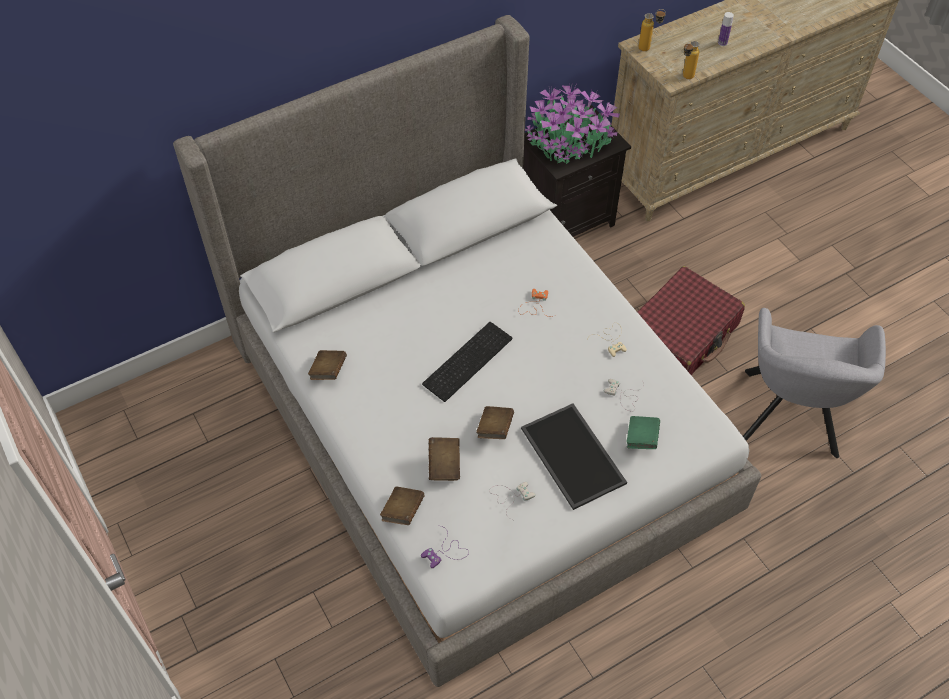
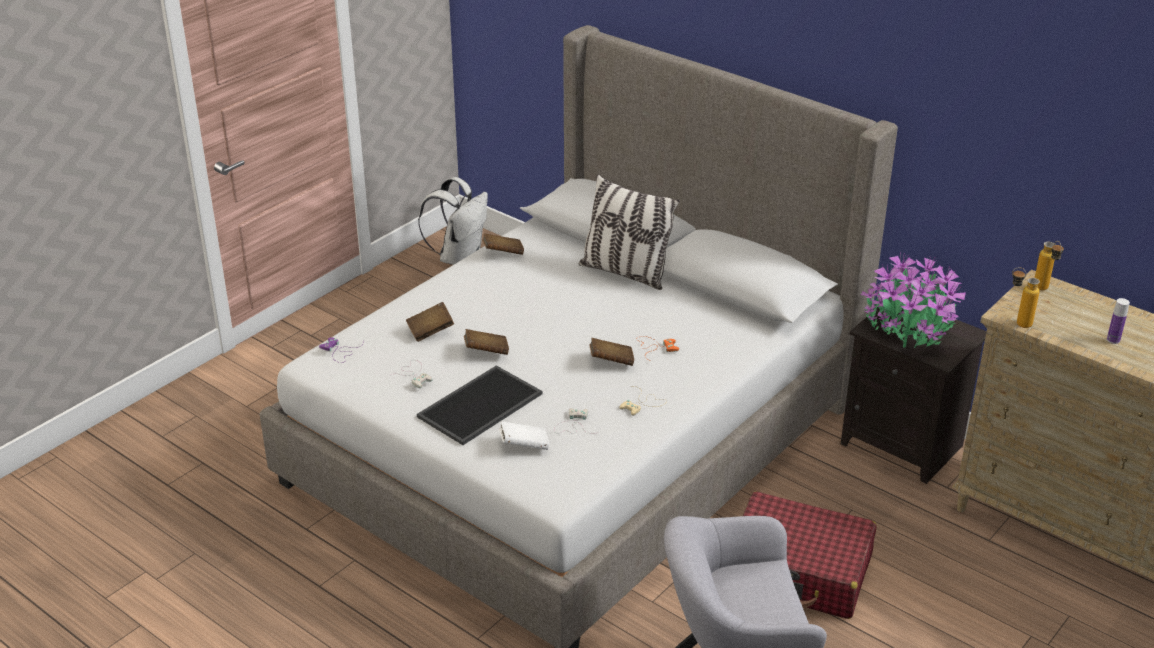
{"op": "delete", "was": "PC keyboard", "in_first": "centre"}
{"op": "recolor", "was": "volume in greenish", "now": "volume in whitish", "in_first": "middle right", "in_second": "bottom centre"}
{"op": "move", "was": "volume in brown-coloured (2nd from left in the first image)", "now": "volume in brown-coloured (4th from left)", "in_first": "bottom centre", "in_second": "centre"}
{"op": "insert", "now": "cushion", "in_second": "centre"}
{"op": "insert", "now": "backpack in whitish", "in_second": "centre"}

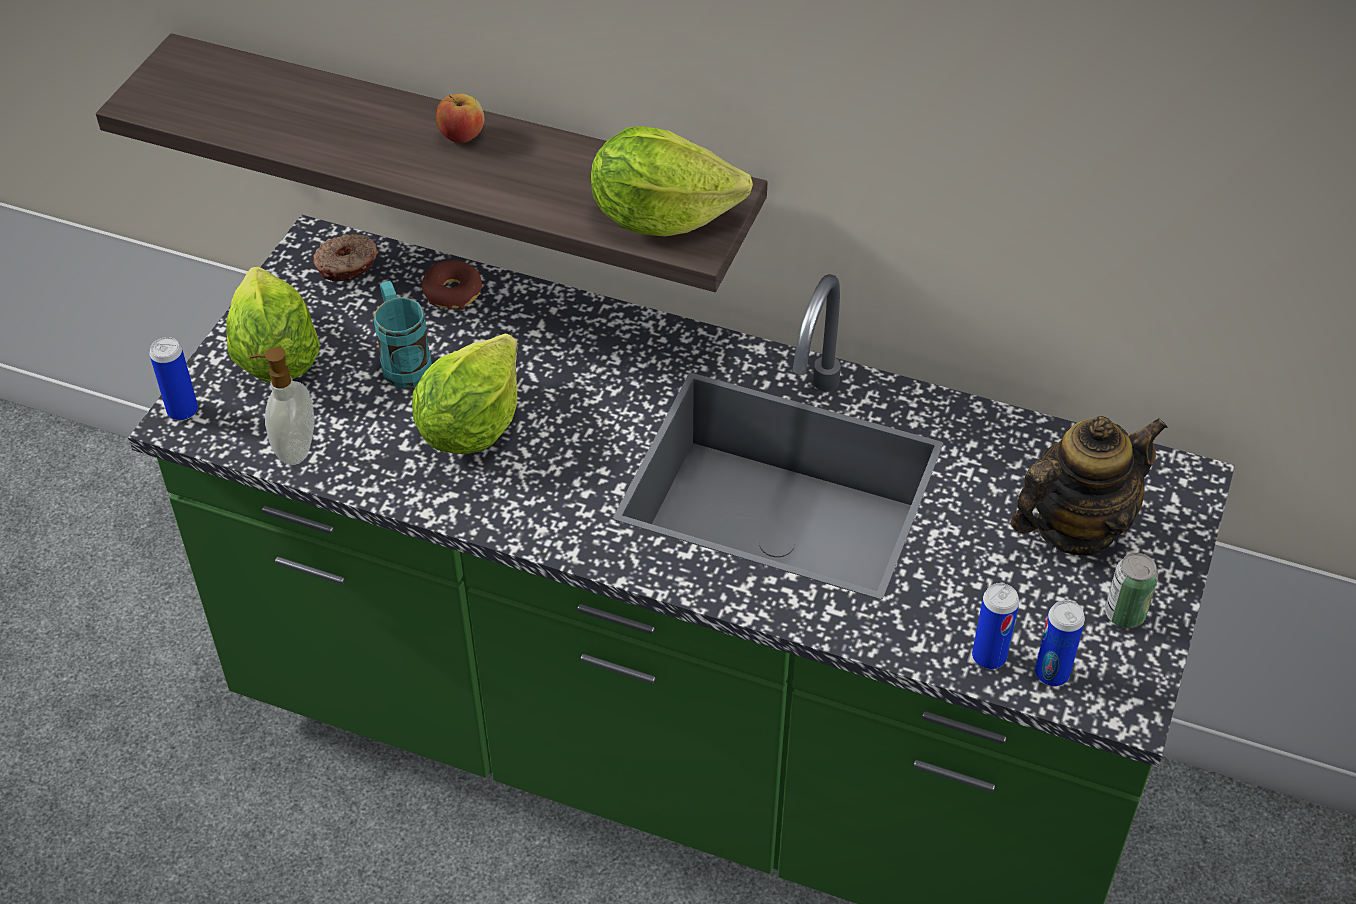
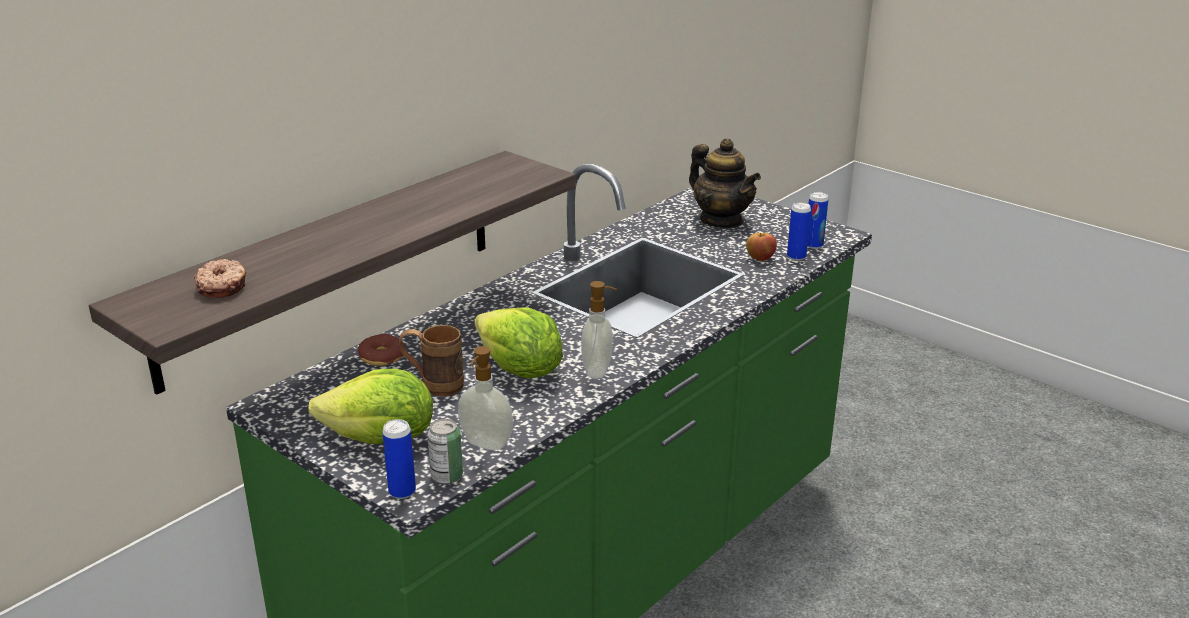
{"op": "move", "was": "apple fruit", "in_first": "top centre", "in_second": "centre"}
{"op": "delete", "was": "lettuce head (3rd from left)", "in_first": "top centre"}
{"op": "move", "was": "donut (1st from left)", "in_first": "top left", "in_second": "middle left"}
{"op": "recolor", "was": "tea mug in turquoise", "now": "tea mug in brown-coloured", "in_first": "middle left", "in_second": "centre"}
{"op": "rotate", "was": "pot for tea", "in_first": "middle right", "in_second": "top centre", "clockwise": 150}
{"op": "move", "was": "can (4th from left in the first image)", "now": "can (2nd from left)", "in_first": "middle right", "in_second": "bottom centre"}
{"op": "insert", "now": "liquid soap bottle (2nd from left)", "in_second": "centre"}

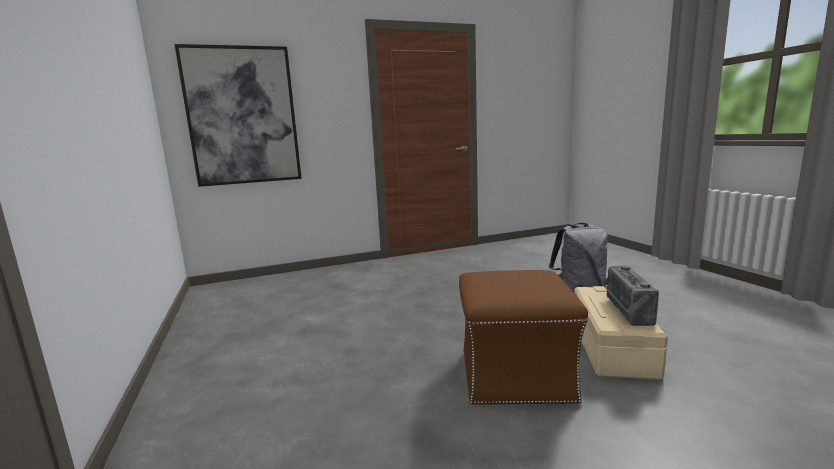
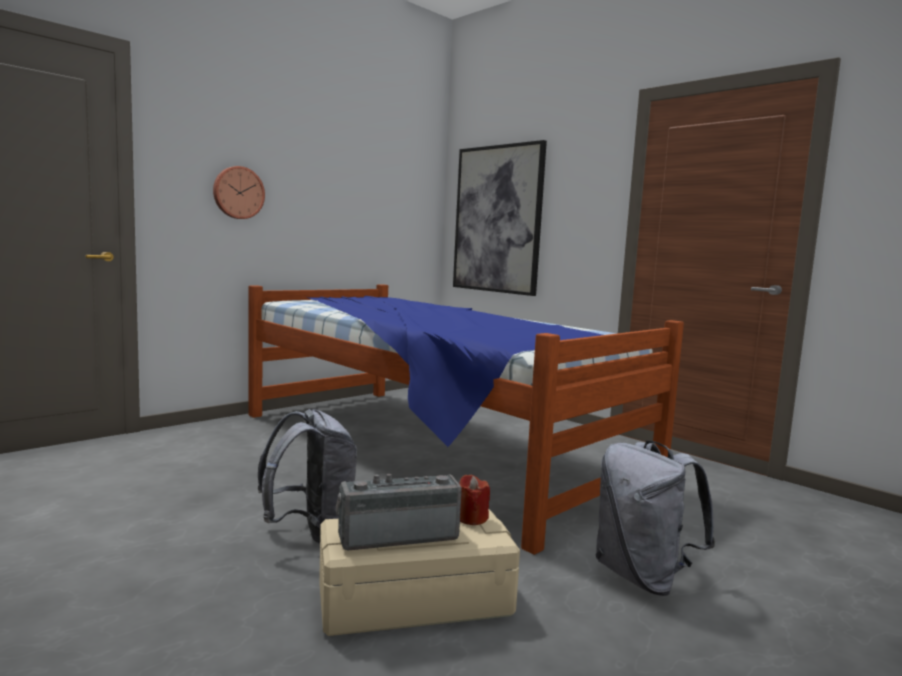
{"op": "replace", "was": "ottoman in brown-coloured", "now": "backpack in greyish (1st from left)", "in_first": "bottom centre", "in_second": "bottom centre"}
{"op": "insert", "now": "wall clock", "in_second": "top left"}
{"op": "insert", "now": "sleeping bed", "in_second": "centre"}
{"op": "insert", "now": "wax candle in reddish", "in_second": "bottom centre"}

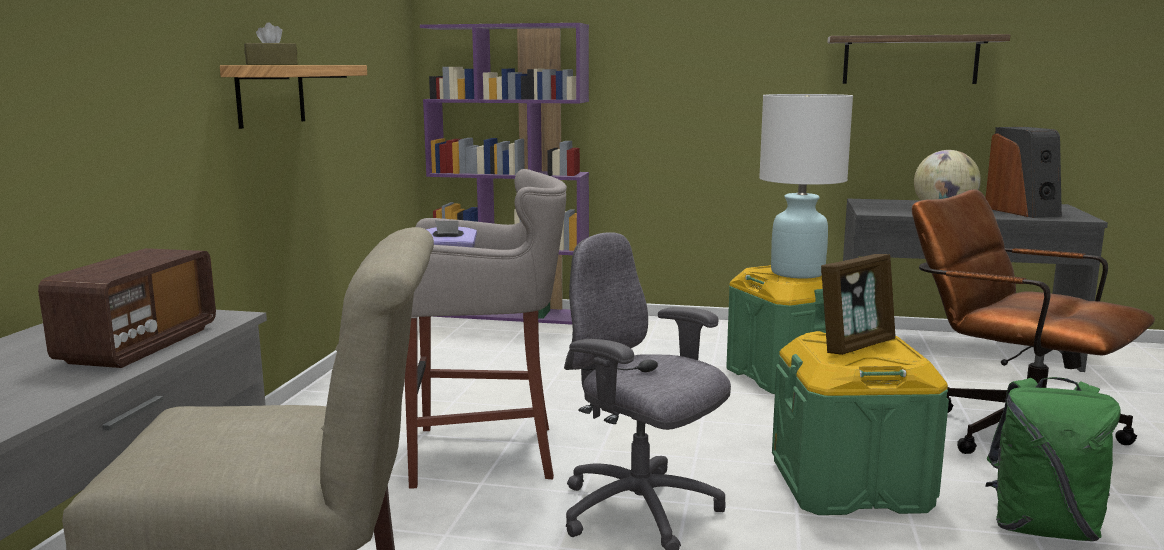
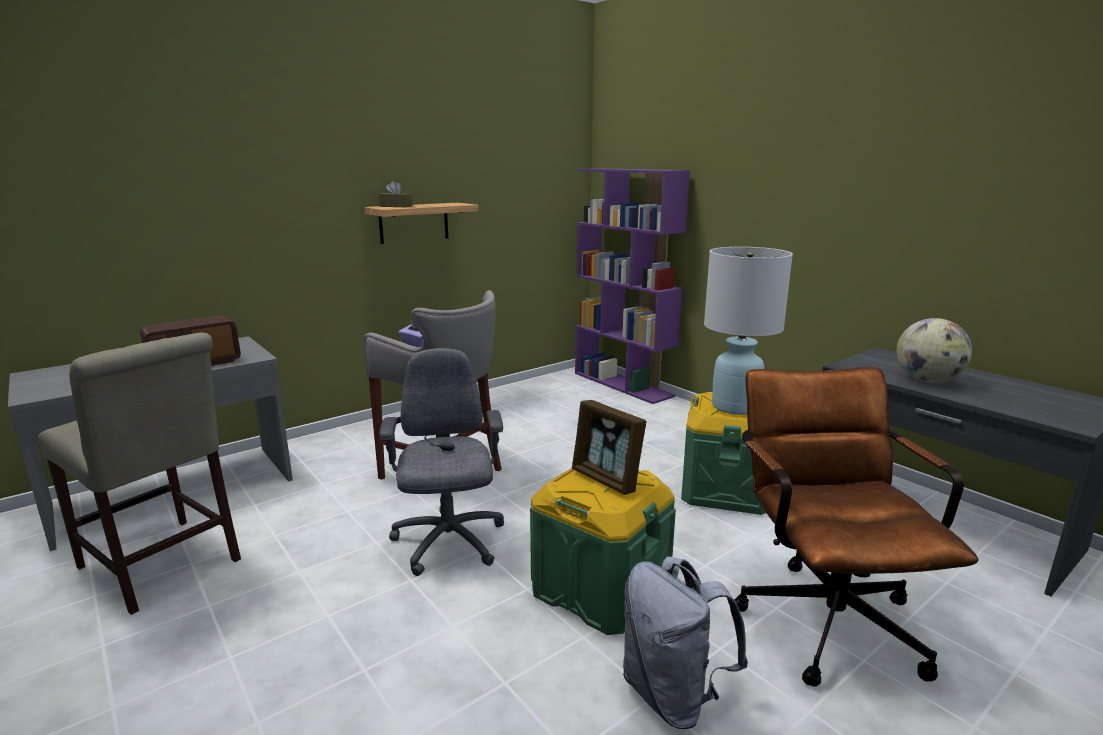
{"op": "delete", "was": "bracket shelf (2nd from left)", "in_first": "top right"}
{"op": "delete", "was": "audio speaker", "in_first": "top right"}
{"op": "rotate", "was": "photo frame", "in_first": "middle right", "in_second": "centre", "clockwise": 45}
{"op": "recolor", "was": "backpack in greenish", "now": "backpack in greyish", "in_first": "bottom right", "in_second": "bottom centre"}

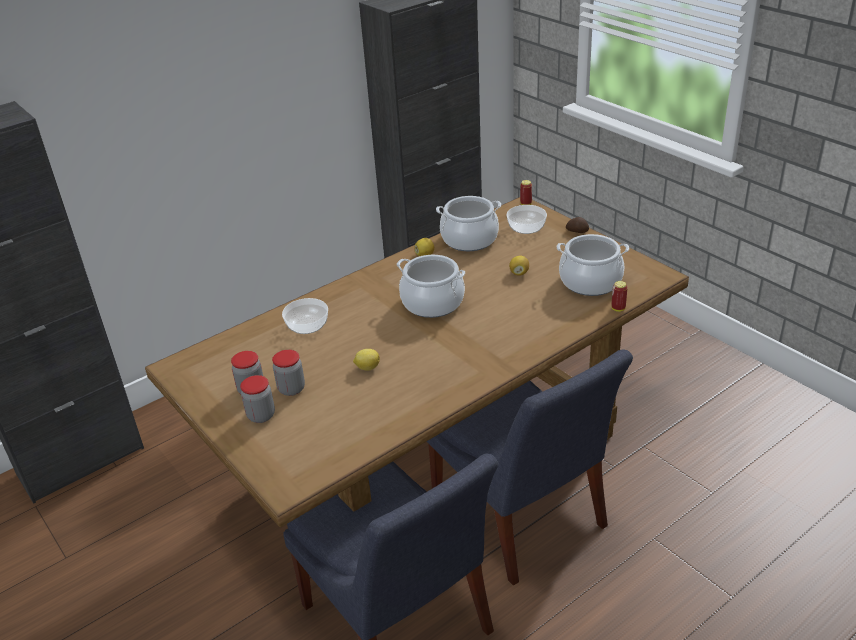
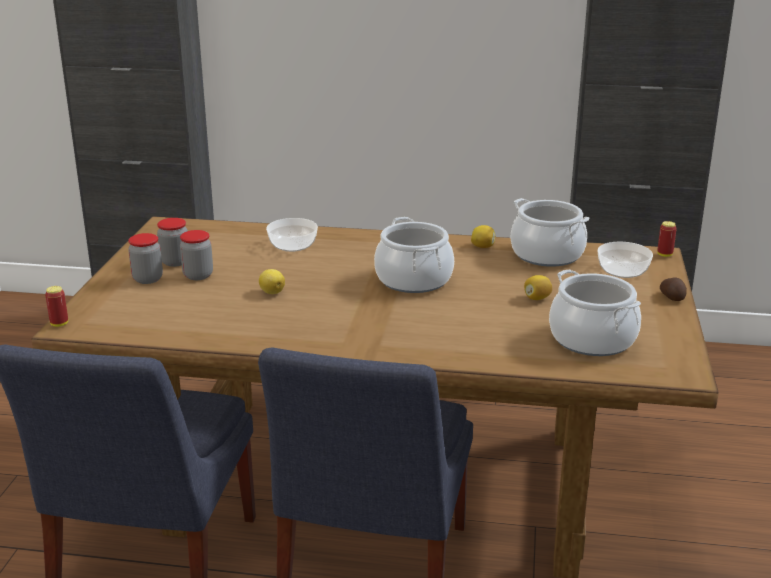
{"op": "move", "was": "can (2nd from left in the first image)", "now": "can (1st from left)", "in_first": "middle right", "in_second": "middle left"}

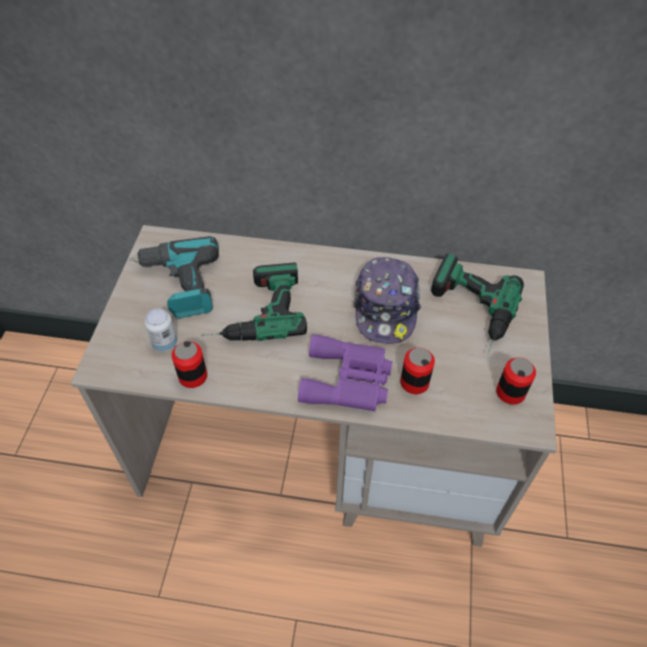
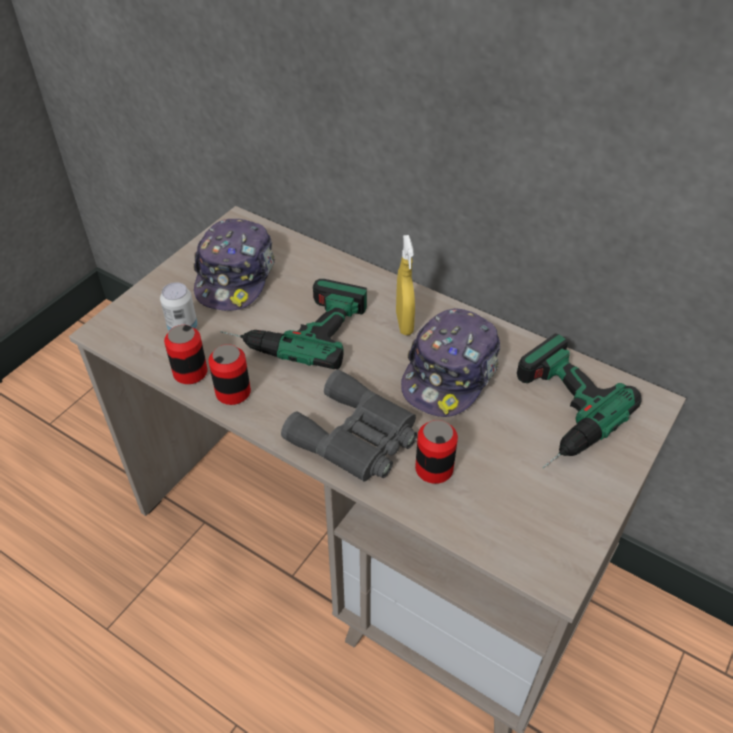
{"op": "replace", "was": "electric drill (1st from left)", "now": "peaked cap (1st from left)", "in_first": "middle left", "in_second": "middle left"}
{"op": "recolor", "was": "binoculars in purple", "now": "binoculars in greyish", "in_first": "centre", "in_second": "centre"}
{"op": "move", "was": "can (4th from left in the first image)", "now": "can (3rd from left)", "in_first": "middle right", "in_second": "middle left"}
{"op": "insert", "now": "spray bottle in yellow", "in_second": "centre"}

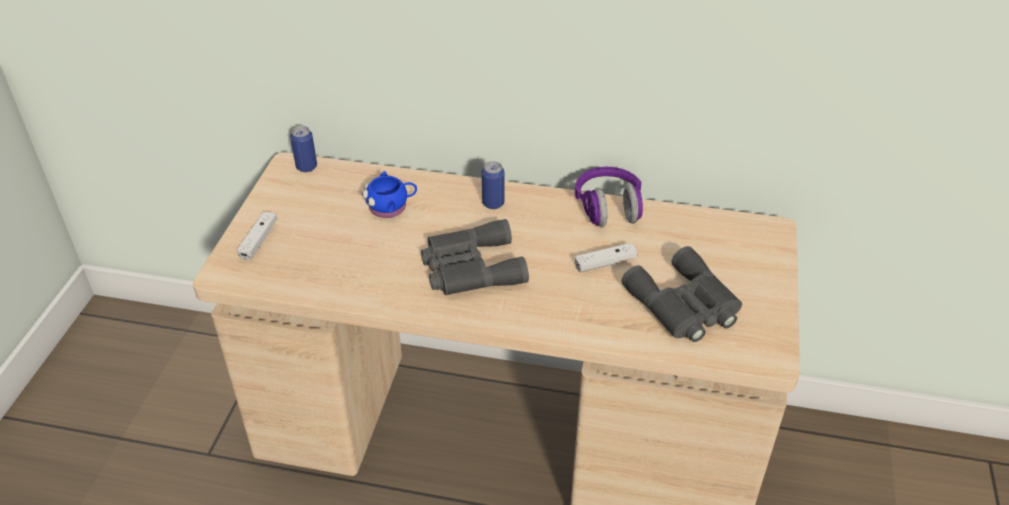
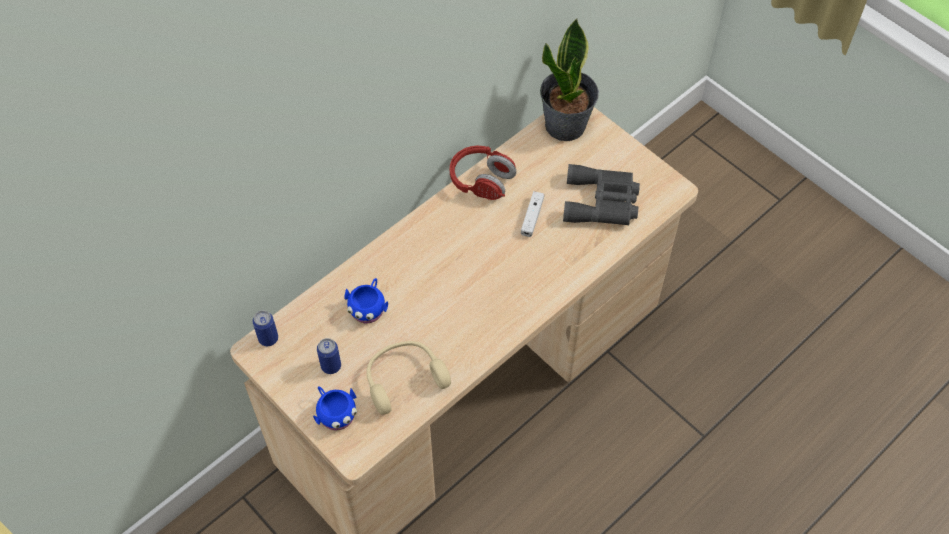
{"op": "move", "was": "can (2nd from left)", "in_first": "centre", "in_second": "bottom centre"}
{"op": "recolor", "was": "headset in purple", "now": "headset in reddish", "in_first": "centre", "in_second": "top centre"}
{"op": "replace", "was": "game controller in whitish (1st from left)", "now": "tea mug in bluish (1st from left)", "in_first": "middle left", "in_second": "bottom centre"}
{"op": "delete", "was": "binoculars in greyish (1st from left)", "in_first": "centre"}
{"op": "insert", "now": "potted plant", "in_second": "top centre"}
{"op": "insert", "now": "headset in beige-coloured", "in_second": "bottom centre"}

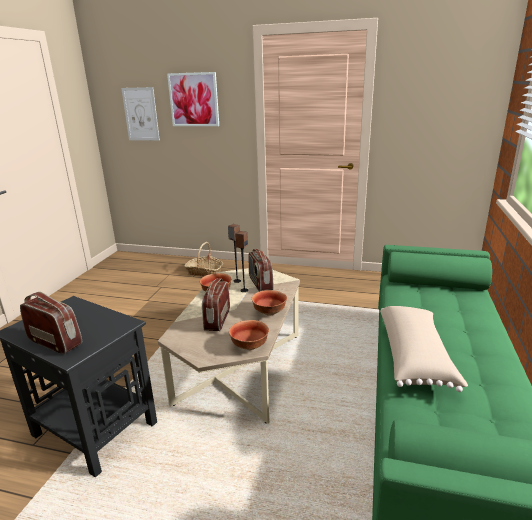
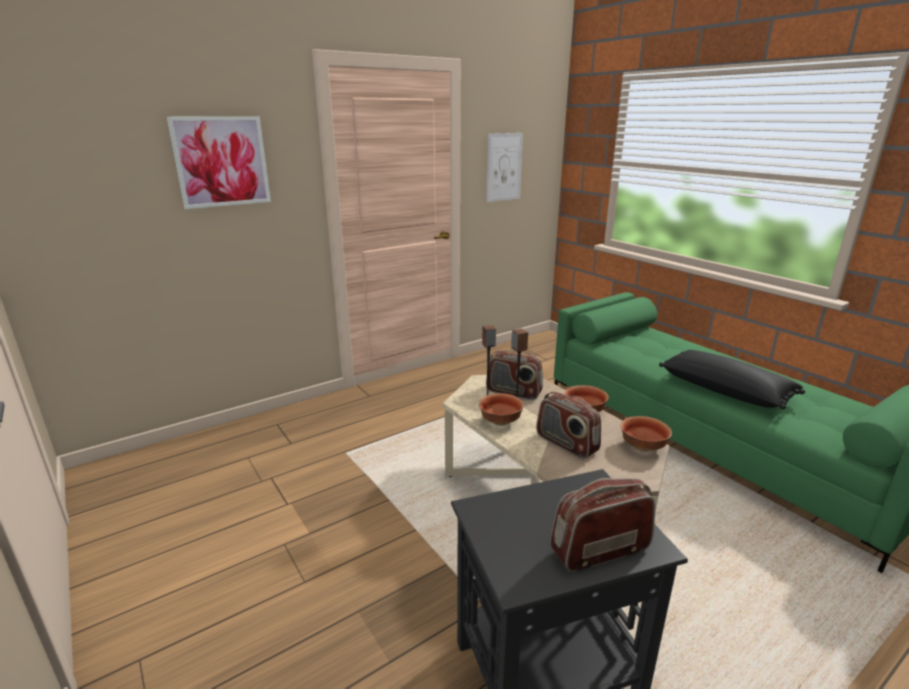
{"op": "move", "was": "wall art (1st from left in the first image)", "now": "wall art (2nd from left)", "in_first": "top left", "in_second": "top centre"}
{"op": "delete", "was": "household basket", "in_first": "centre"}
{"op": "recolor", "was": "cushion in beige-coloured", "now": "cushion in black", "in_first": "bottom right", "in_second": "middle right"}

